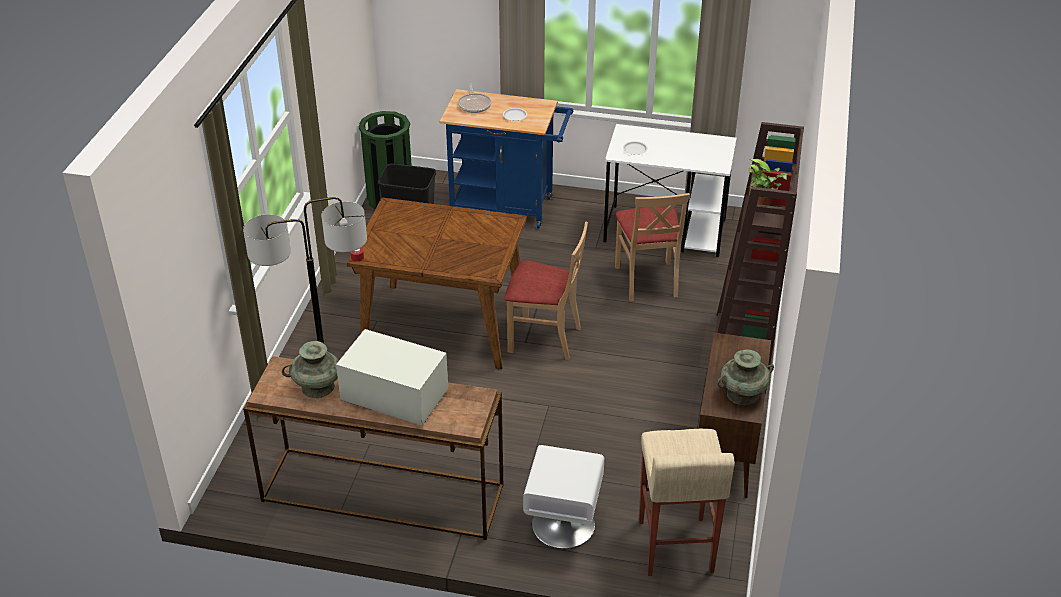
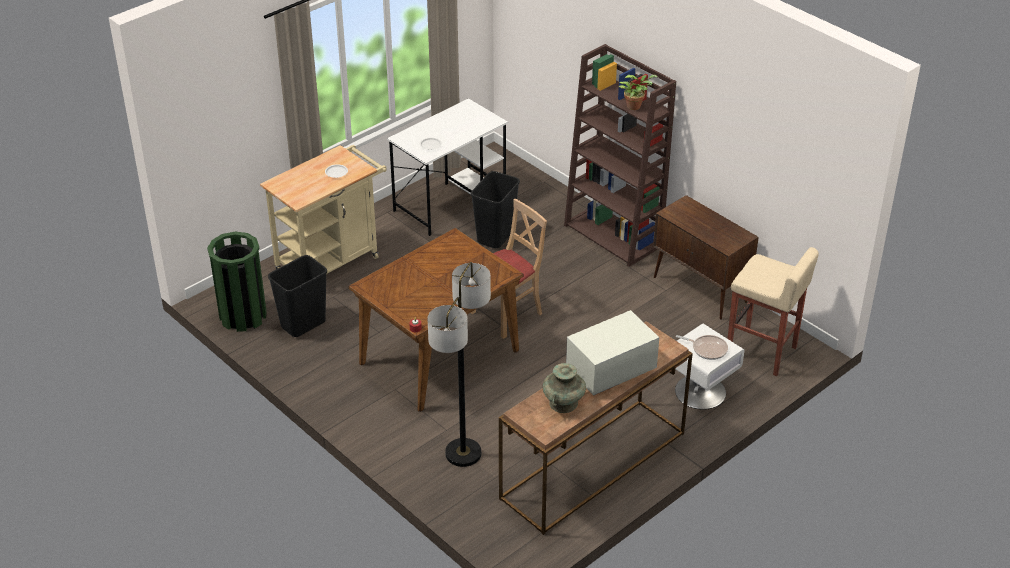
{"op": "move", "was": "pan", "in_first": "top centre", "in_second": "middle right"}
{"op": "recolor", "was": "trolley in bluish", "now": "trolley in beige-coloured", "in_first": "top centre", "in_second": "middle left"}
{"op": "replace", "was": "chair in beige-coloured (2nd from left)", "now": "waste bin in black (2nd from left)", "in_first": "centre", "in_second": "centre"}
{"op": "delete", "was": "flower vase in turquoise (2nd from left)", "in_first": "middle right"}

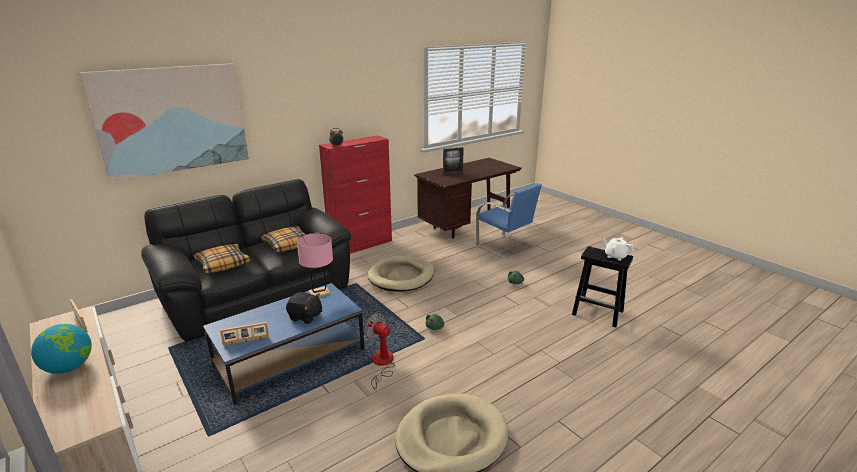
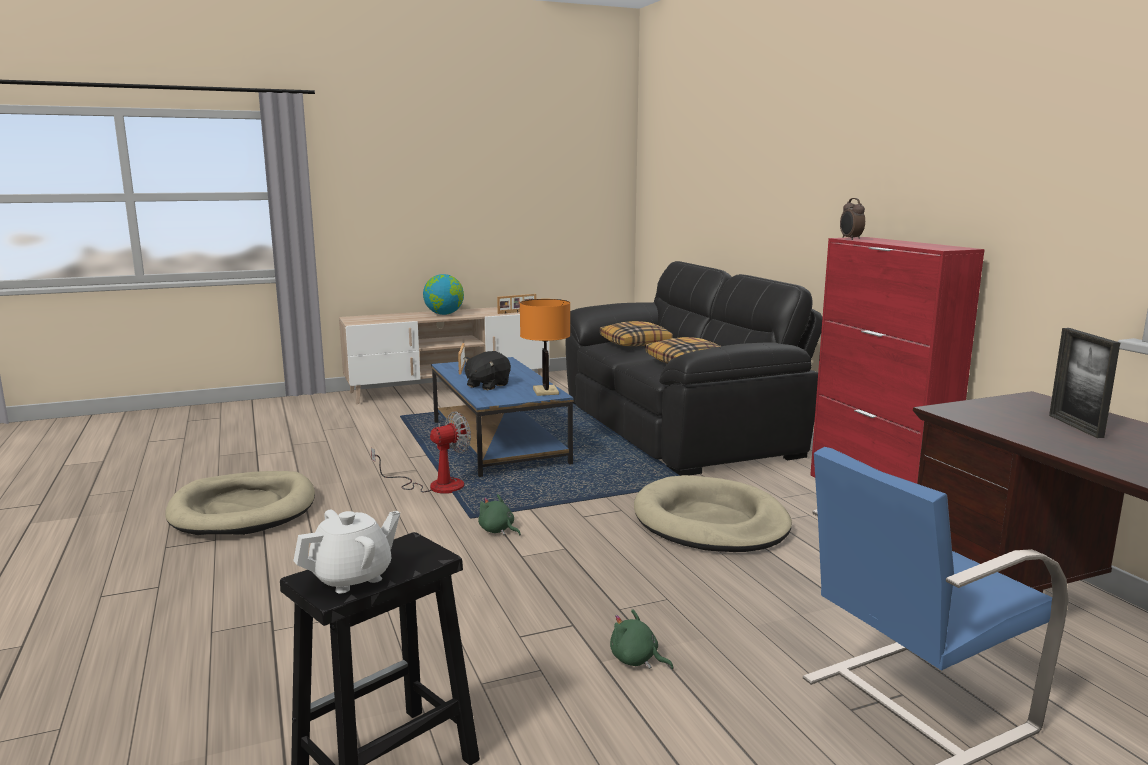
{"op": "delete", "was": "wall art", "in_first": "top left"}
{"op": "recolor", "was": "lamp for a table in pink-coloured", "now": "lamp for a table in orange", "in_first": "centre", "in_second": "centre"}

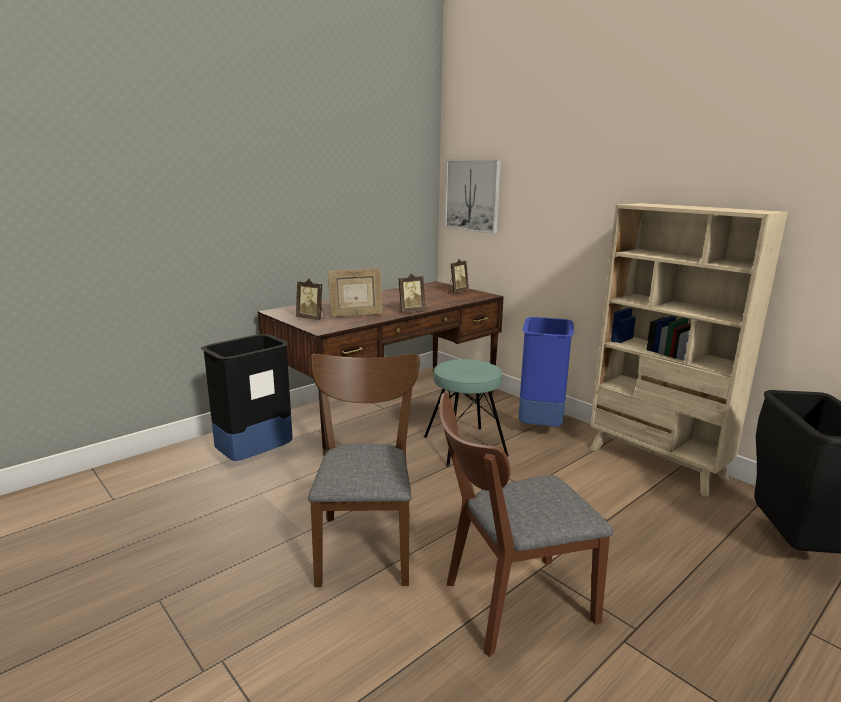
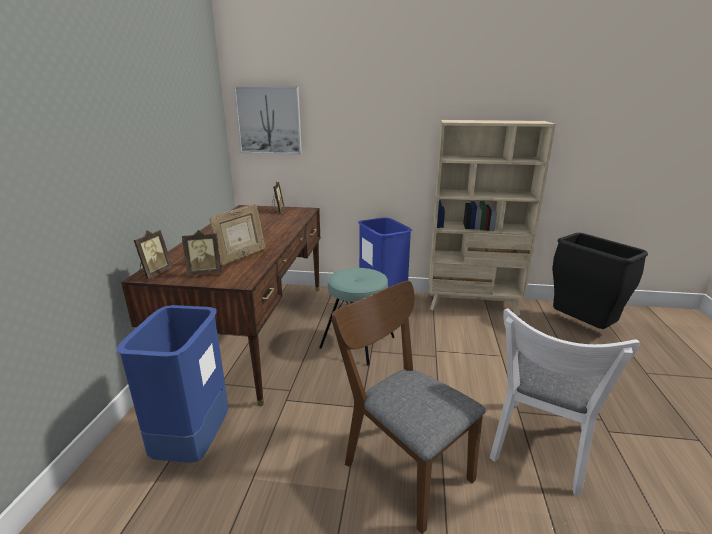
{"op": "move", "was": "photo frame (3rd from left in the first image)", "now": "photo frame (1st from left)", "in_first": "centre", "in_second": "middle left"}
{"op": "recolor", "was": "waste bin in black (1st from left)", "now": "waste bin in bluish (1st from left)", "in_first": "middle left", "in_second": "bottom left"}
{"op": "recolor", "was": "chair in brown-coloured (2nd from left)", "now": "chair in whitish", "in_first": "bottom centre", "in_second": "bottom right"}

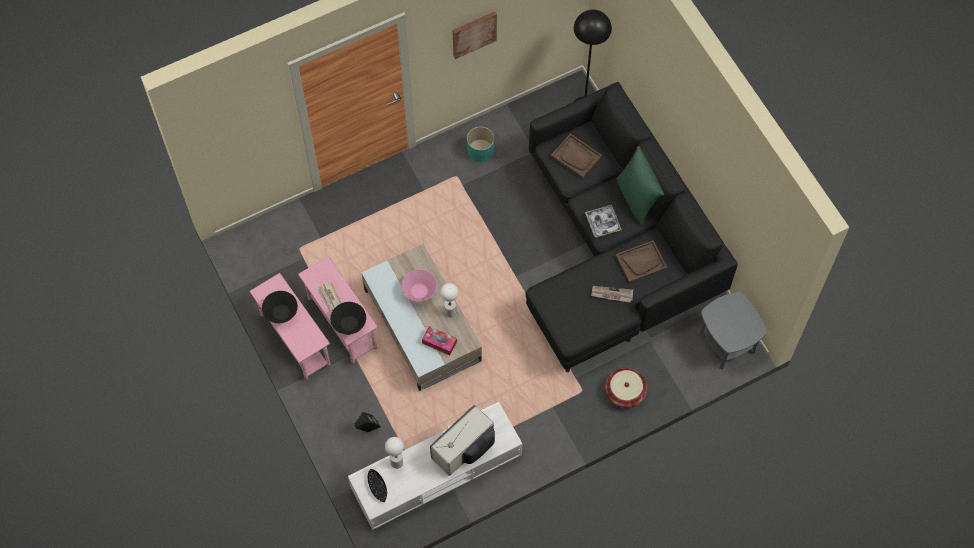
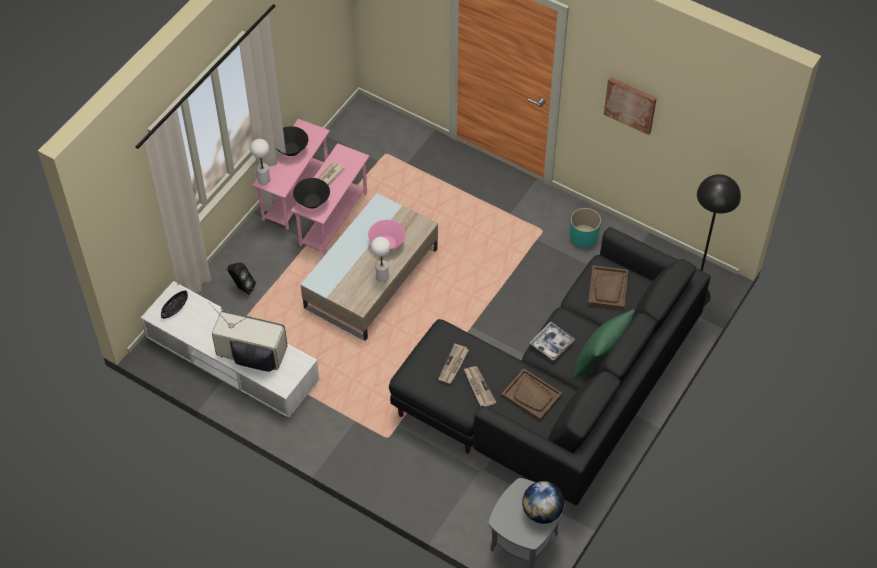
{"op": "delete", "was": "tissue box", "in_first": "centre"}
{"op": "delete", "was": "household basket", "in_first": "bottom centre"}
{"op": "move", "was": "lamp for a table in whitish (1st from left)", "in_first": "bottom centre", "in_second": "top left"}
{"op": "insert", "now": "newspaper (2nd from left)", "in_second": "centre"}
{"op": "insert", "now": "world globe", "in_second": "bottom centre"}

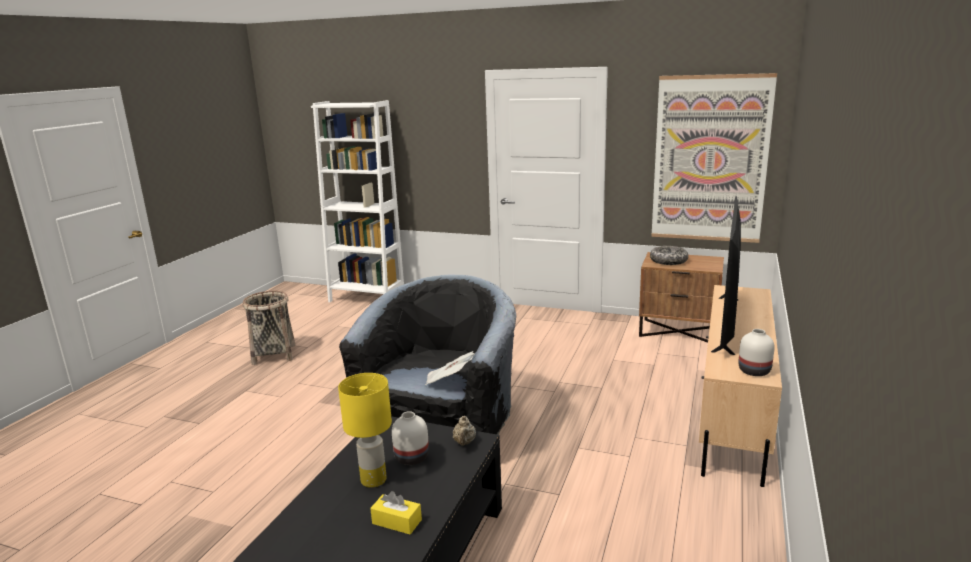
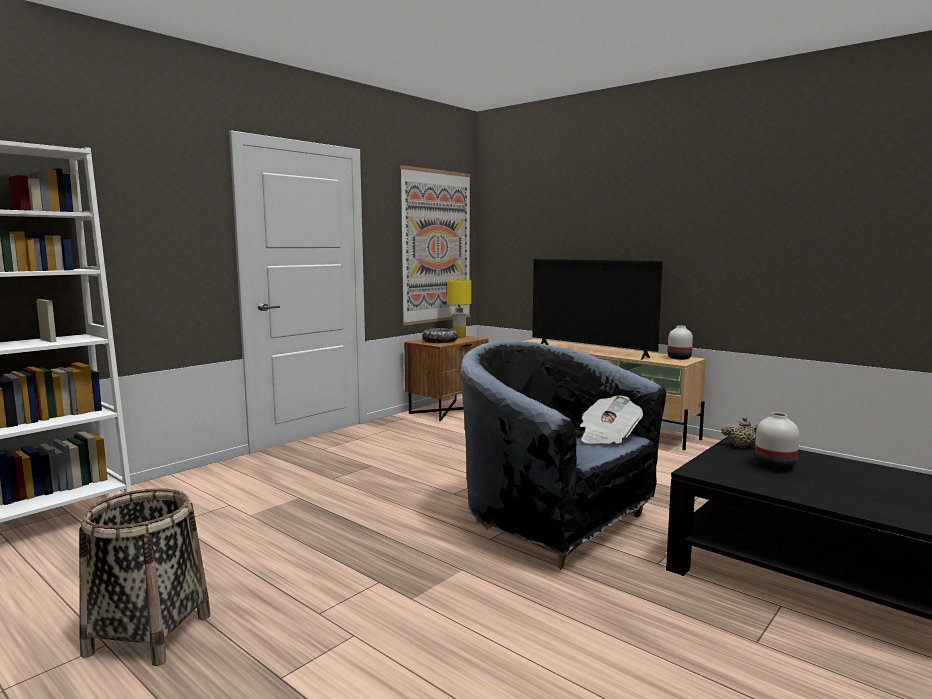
{"op": "move", "was": "lamp for a table in yellow", "in_first": "bottom centre", "in_second": "centre"}
{"op": "delete", "was": "tissue box in yellow", "in_first": "bottom centre"}

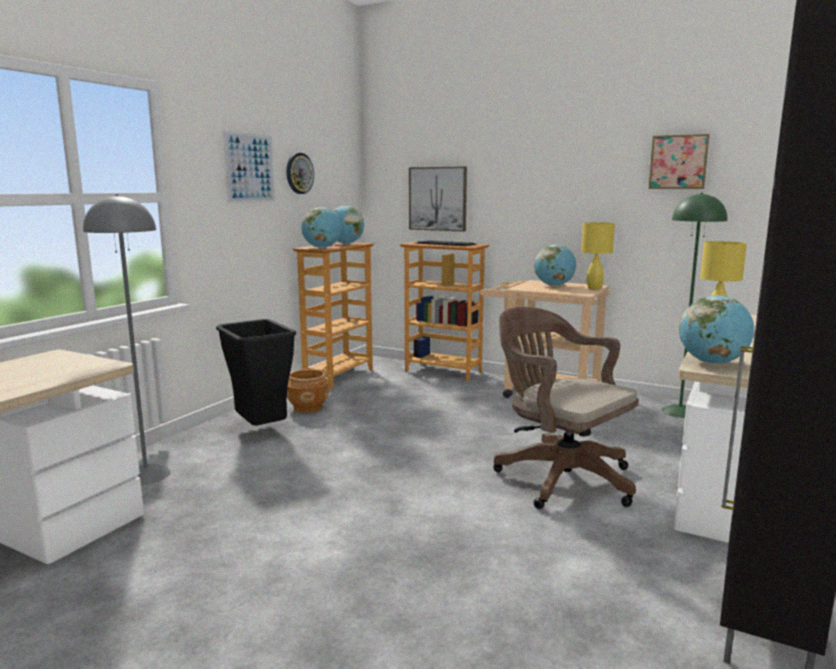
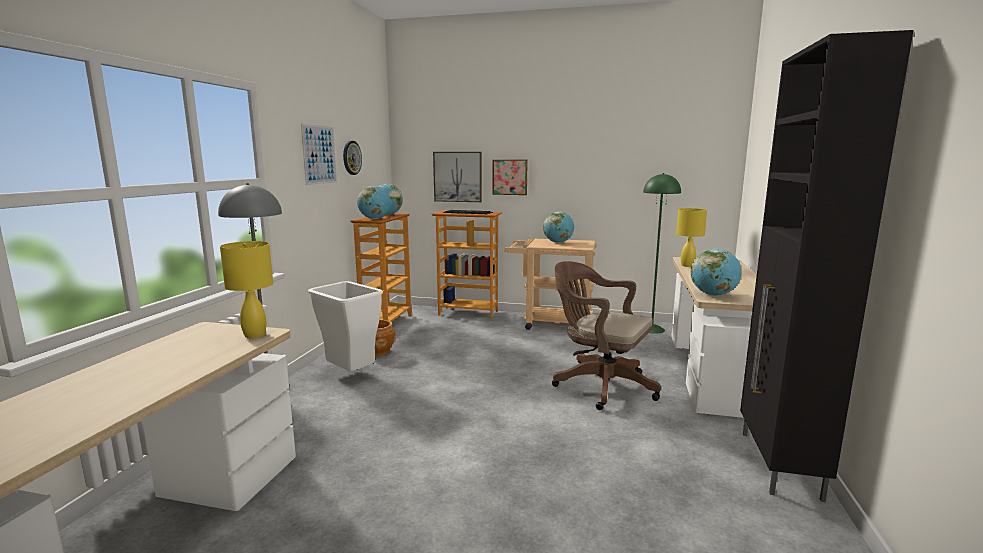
{"op": "move", "was": "wall art (3rd from left)", "in_first": "top right", "in_second": "top centre"}
{"op": "move", "was": "lamp for a table in yellow (1st from left)", "in_first": "middle right", "in_second": "middle left"}
{"op": "recolor", "was": "waste bin in black", "now": "waste bin in whitish", "in_first": "middle left", "in_second": "centre"}

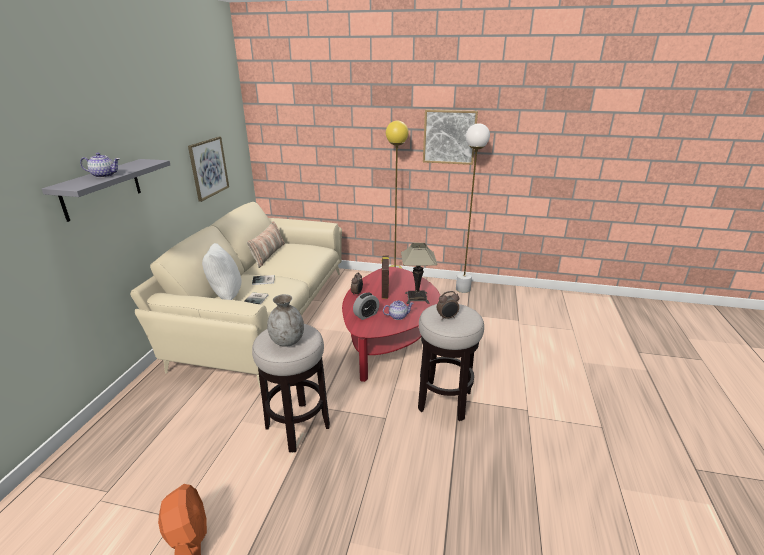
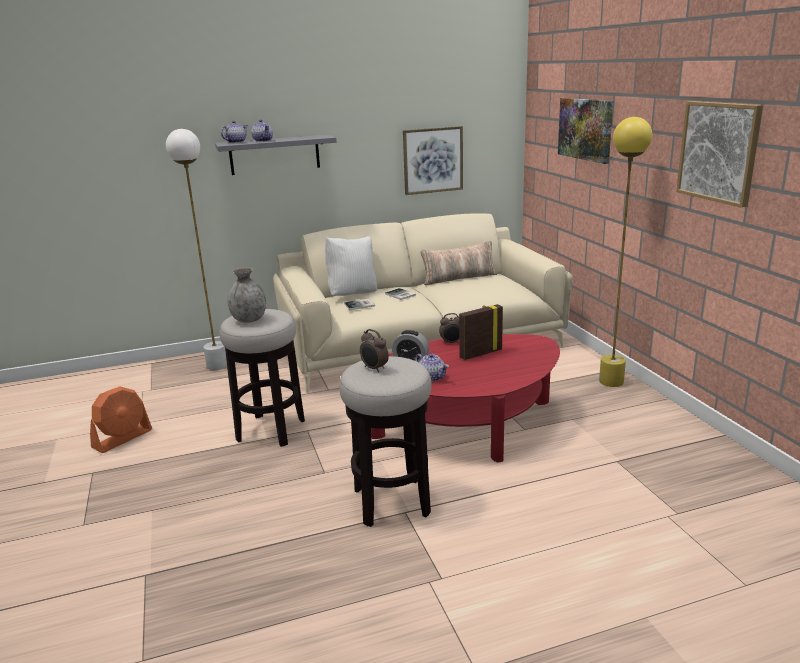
{"op": "move", "was": "standing lamp in whitish", "in_first": "centre", "in_second": "middle left"}
{"op": "delete", "was": "lamp for a table", "in_first": "centre"}
{"op": "insert", "now": "wall art (2nd from left)", "in_second": "top right"}
{"op": "insert", "now": "pot for tea (1st from left)", "in_second": "top left"}

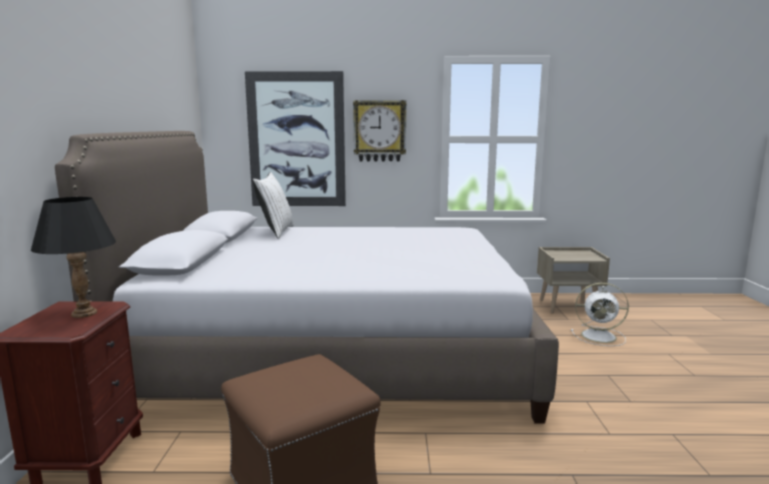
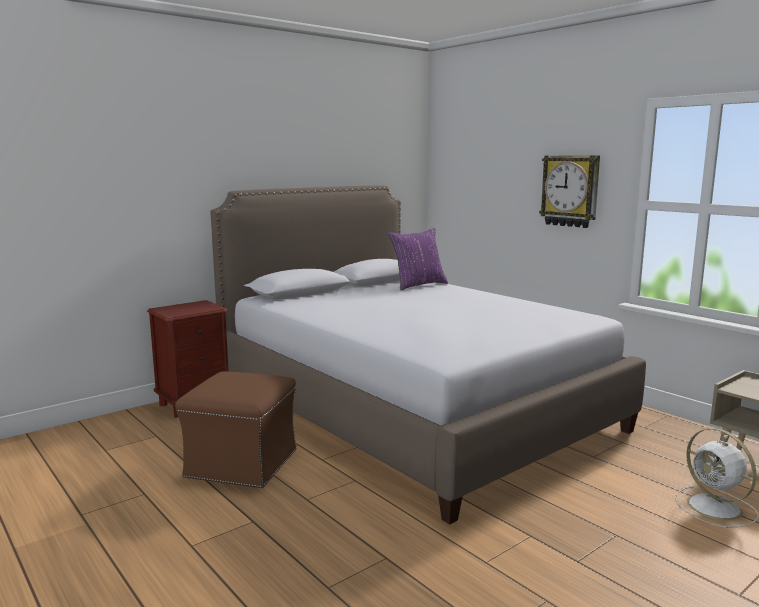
{"op": "delete", "was": "wall art", "in_first": "top centre"}
{"op": "recolor", "was": "cushion in whitish", "now": "cushion in purple", "in_first": "centre", "in_second": "centre"}
{"op": "delete", "was": "lamp for a table in black", "in_first": "middle left"}

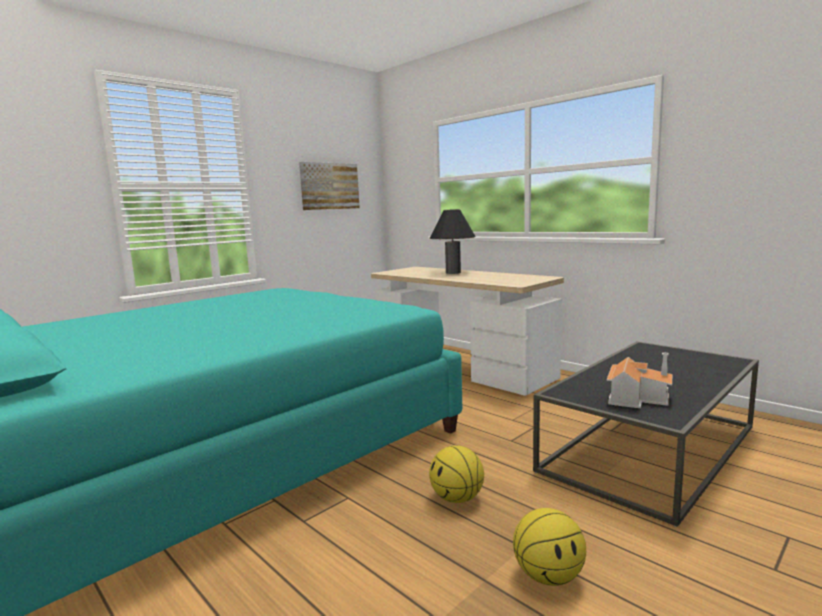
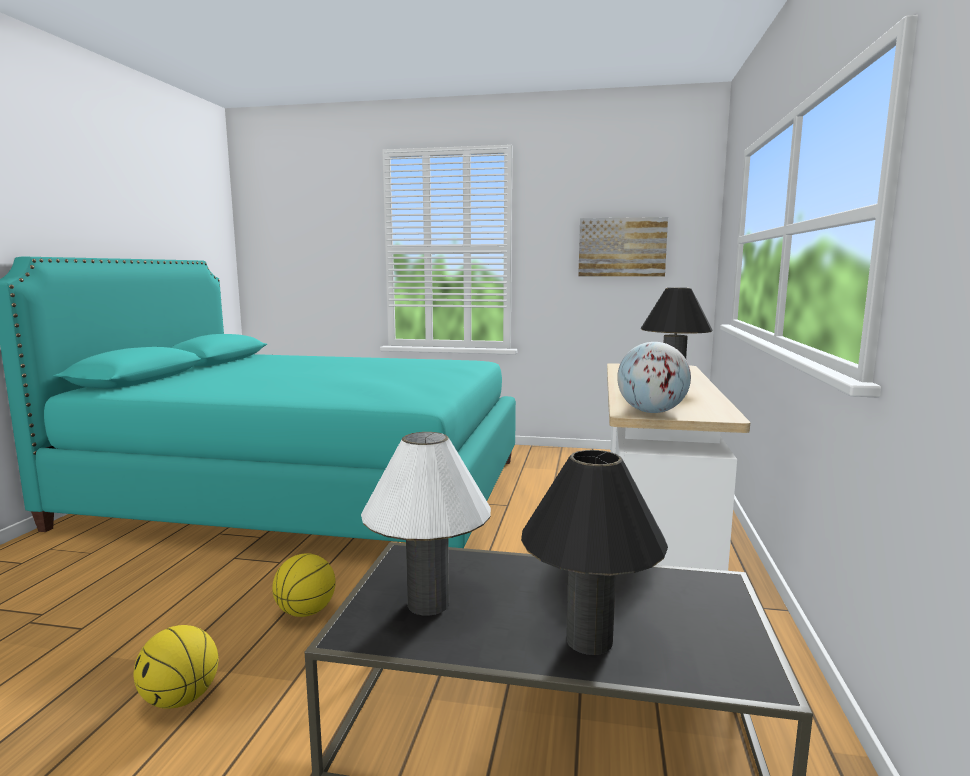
{"op": "replace", "was": "model house", "now": "lamp for a table in whitish", "in_first": "middle right", "in_second": "bottom centre"}
{"op": "insert", "now": "world globe", "in_second": "middle right"}
{"op": "insert", "now": "lamp for a table in black (1st from left)", "in_second": "bottom centre"}

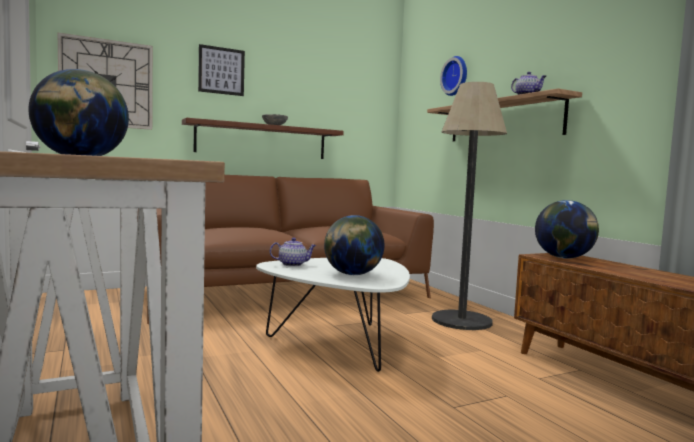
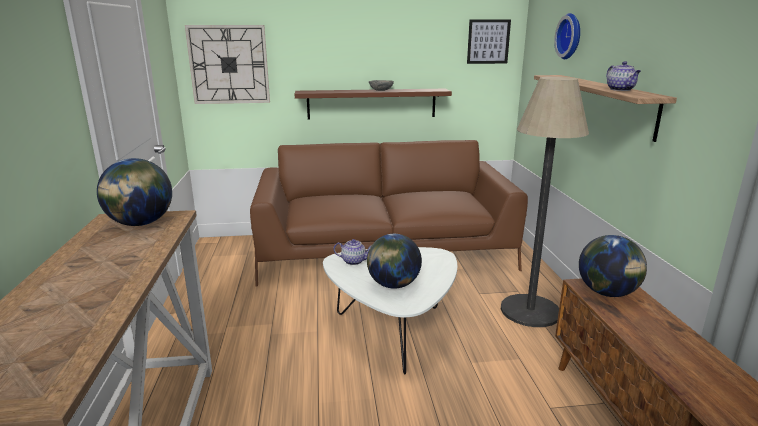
{"op": "move", "was": "wall art", "in_first": "top left", "in_second": "top centre"}

